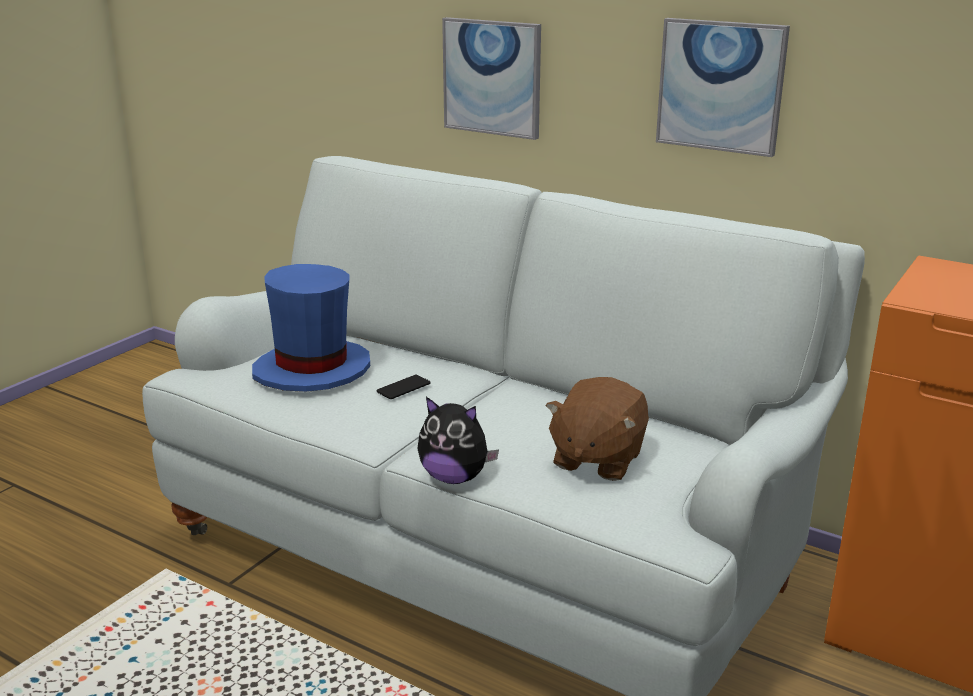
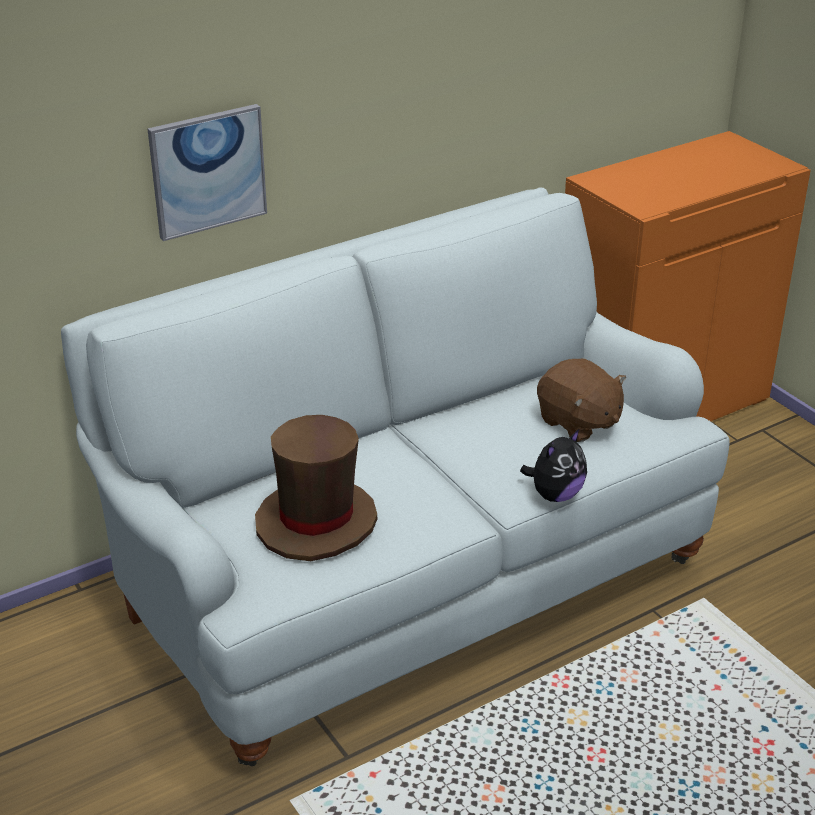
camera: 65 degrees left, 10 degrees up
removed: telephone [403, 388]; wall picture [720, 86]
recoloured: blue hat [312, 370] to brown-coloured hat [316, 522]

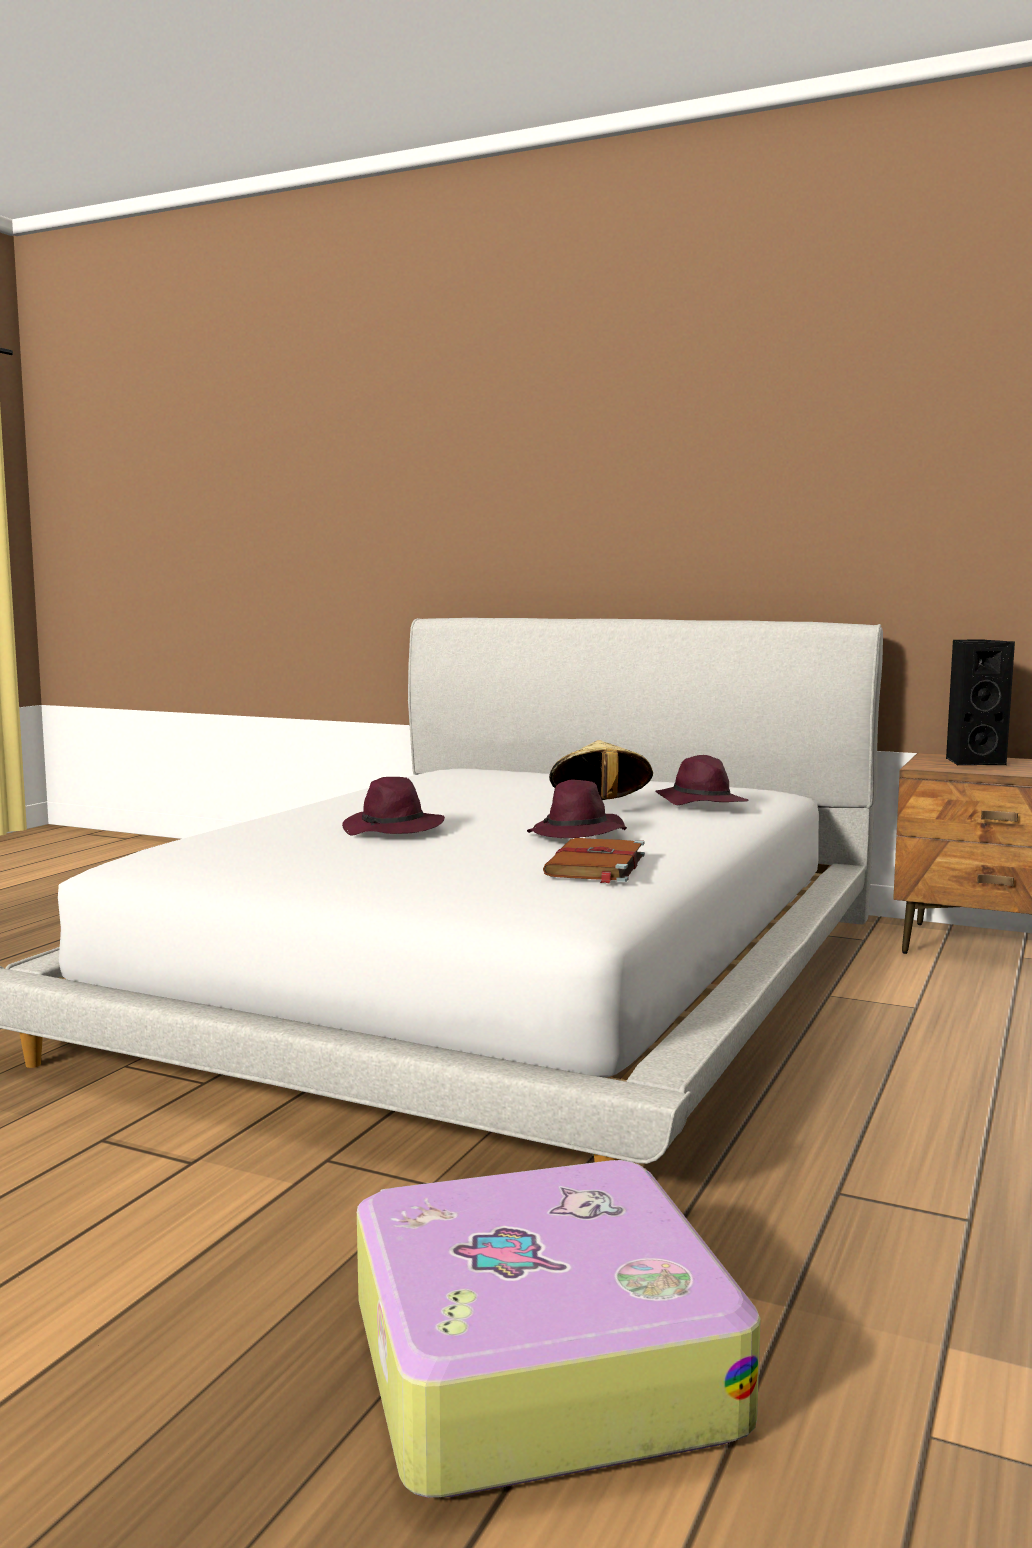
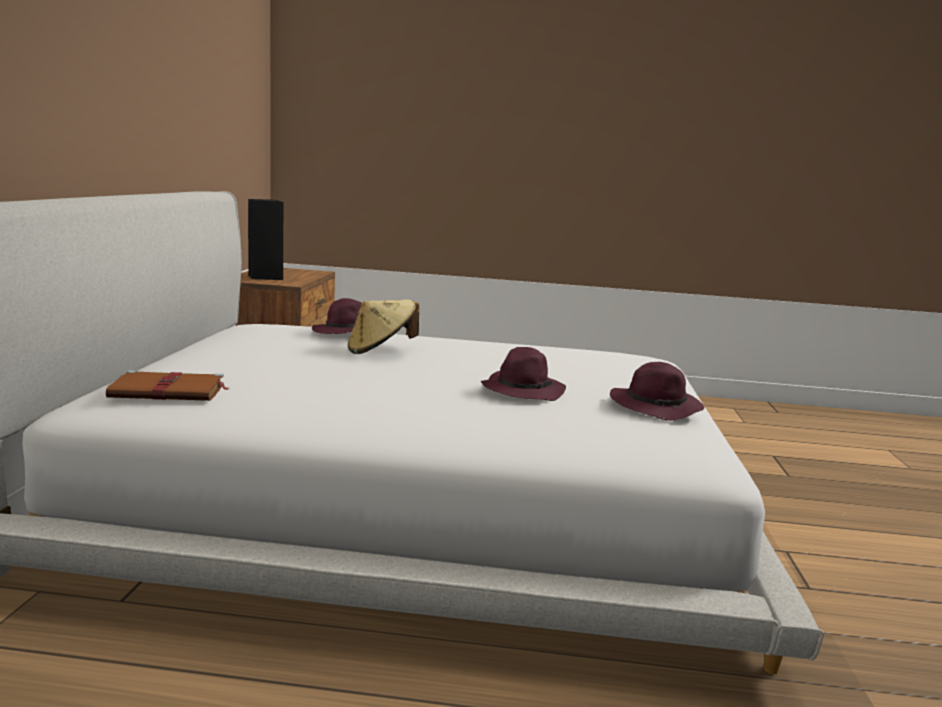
camera: 110 degrees left, 5 degrees up
removed: piece of luggage [537, 1362]
moved: purple hat [577, 834] to [657, 407]; brown-coloured bound book [595, 866] to [170, 391]

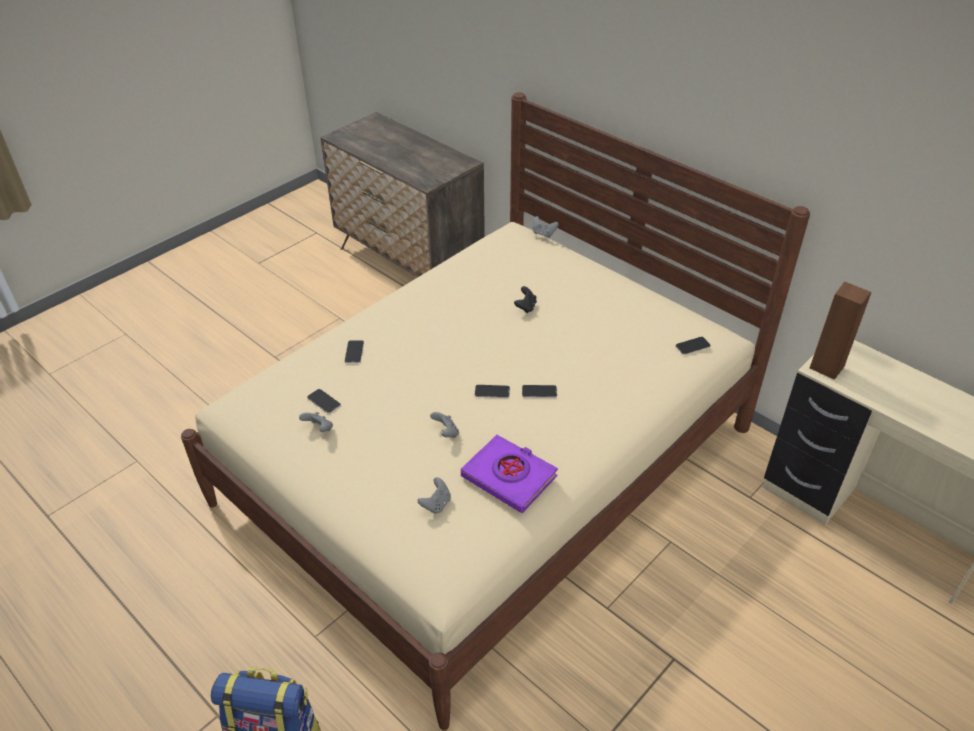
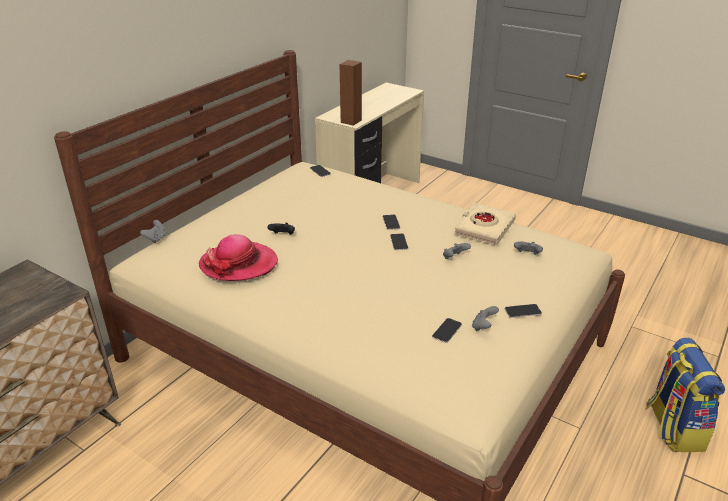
camera: 100 degrees left, 10 degrees down
added: hat [239, 264]
moved: telephone [354, 352] to [523, 311]
recoloured: purple bound book [509, 477] to beige bound book [484, 228]

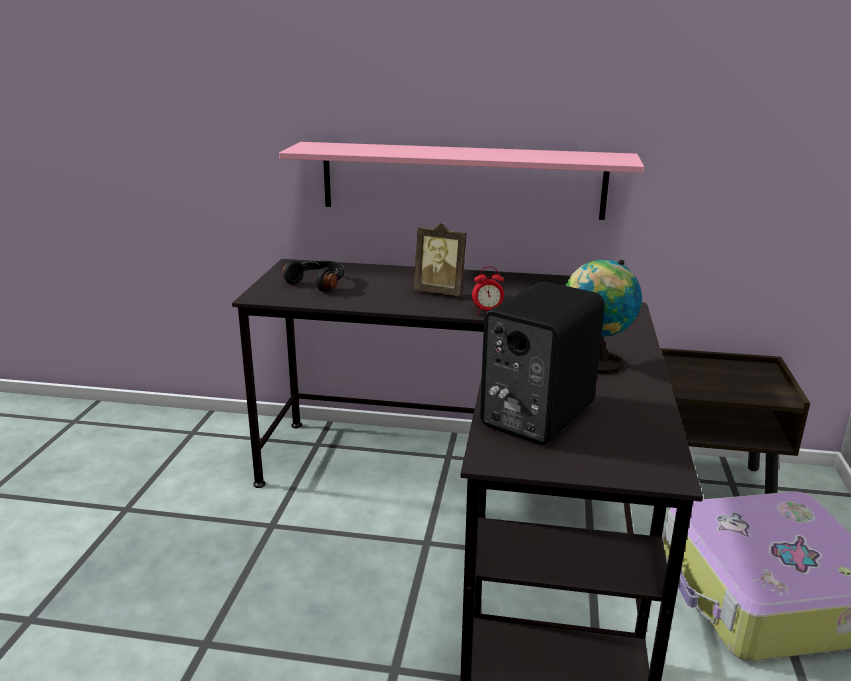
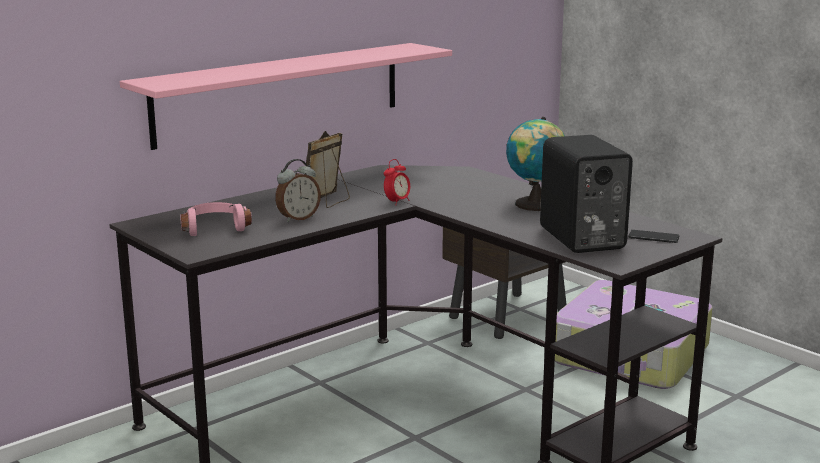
camera: 50 degrees left, 5 degrees down
added: alarm clock [298, 218]; telephone [653, 237]
recoloured: black-coloured headphones [319, 283] to pink headphones [214, 227]
turned: picture frame [441, 292] = [328, 201] 150 degrees clockwise

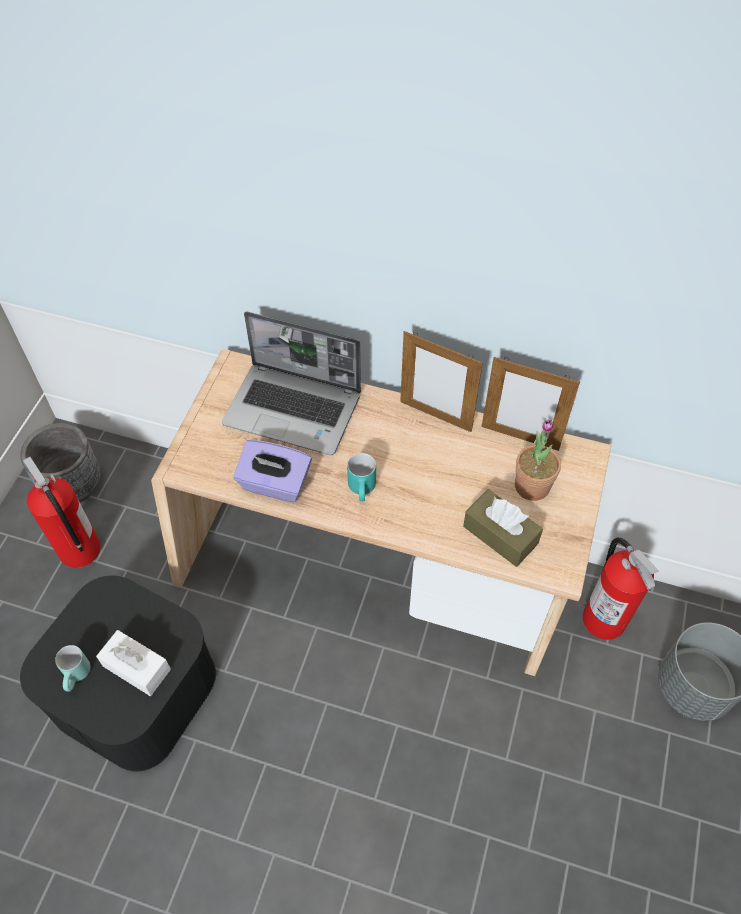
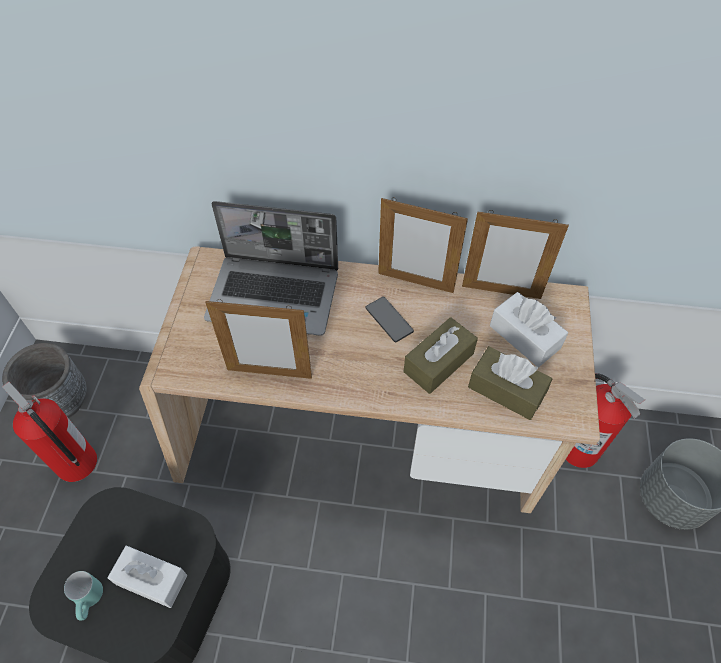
camera: 10 degrees left, 0 degrees up
removed: blue-green coffee mug [364, 490]
added: telephone [389, 320]; brown-coloured tissue holder [438, 362]
replaced: purple tissue holder [274, 484] to picture frame [269, 373]; houseplant [532, 486] to white-coloured tissue holder [524, 337]

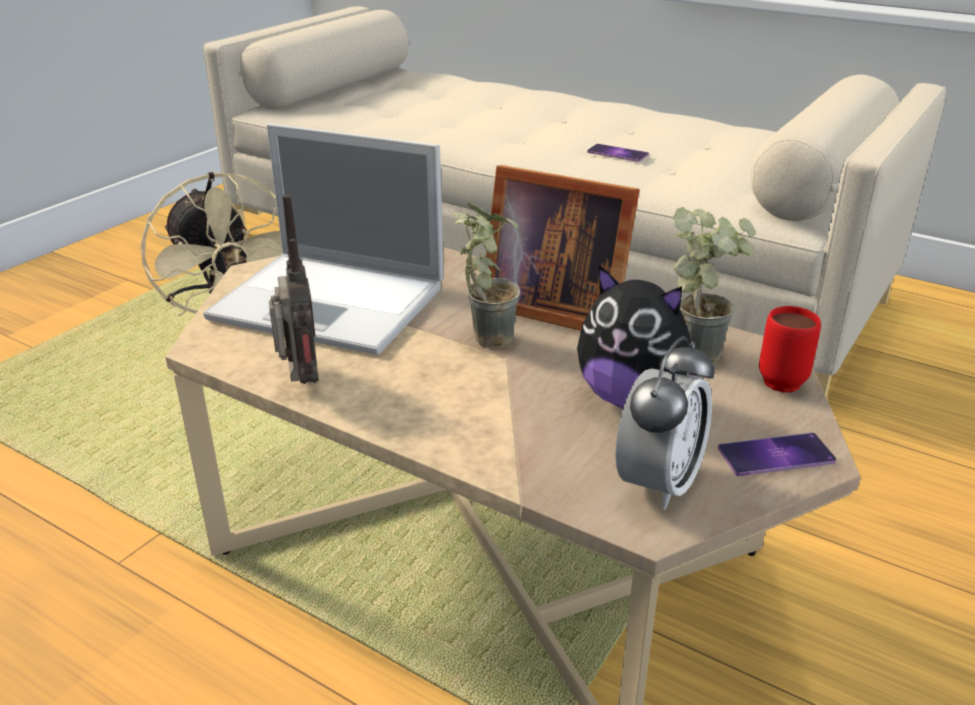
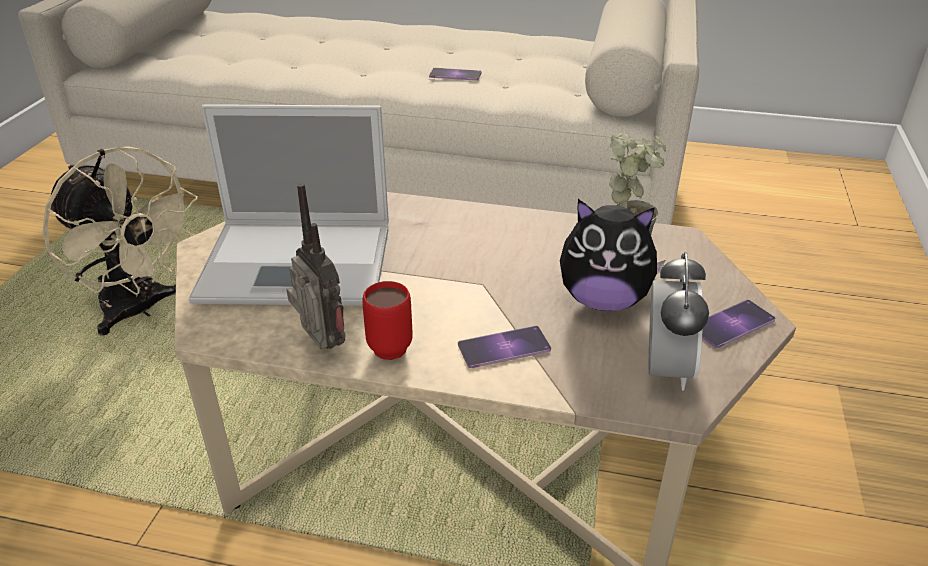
camera: 20 degrees left, 5 degrees up
removed: houseplant [483, 336]; picture frame [552, 307]
added: telephone [504, 347]
moved: reddish coffee mug [779, 378] to [388, 343]

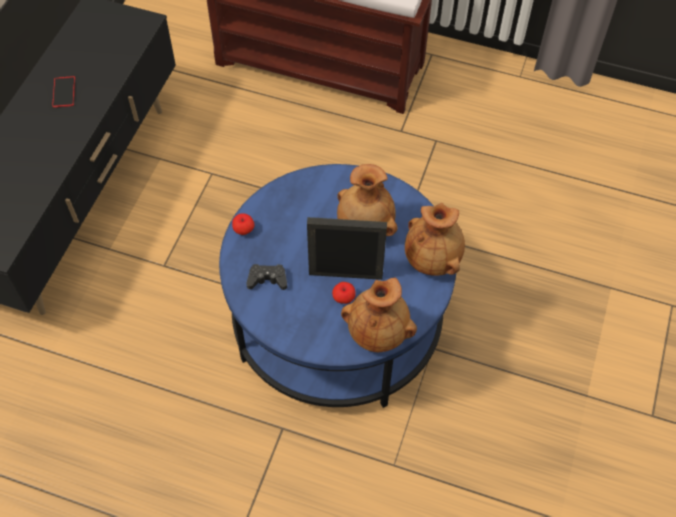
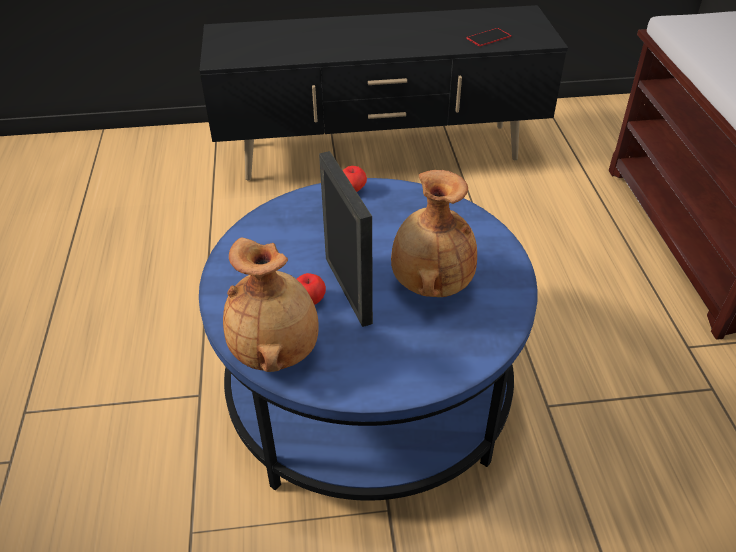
camera: 65 degrees right, 15 degrees down
removed: black-coloured gamepad [267, 279]; brown-coloured vase [433, 258]
moved: telephone [64, 92] to [488, 37]

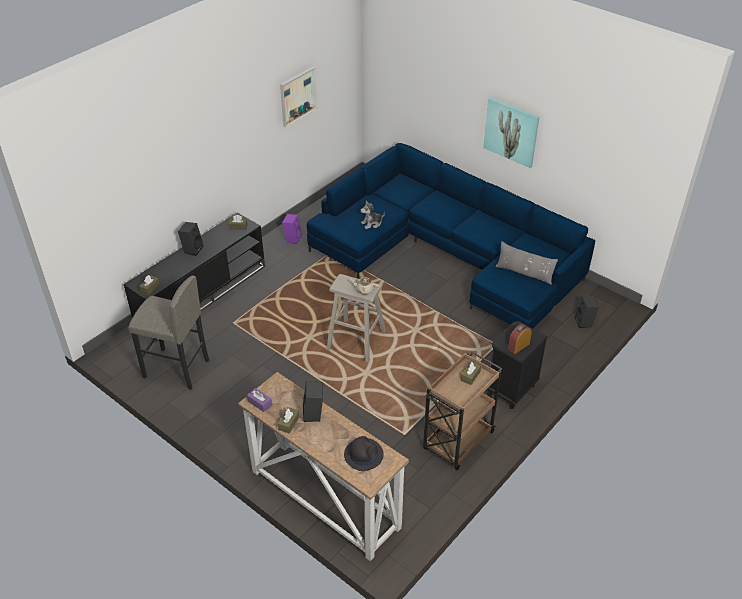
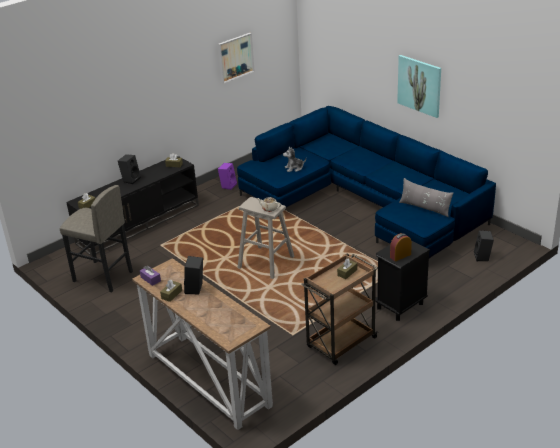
camera: 10 degrees right, 10 degrees down
removed: black-coloured hat [363, 454]

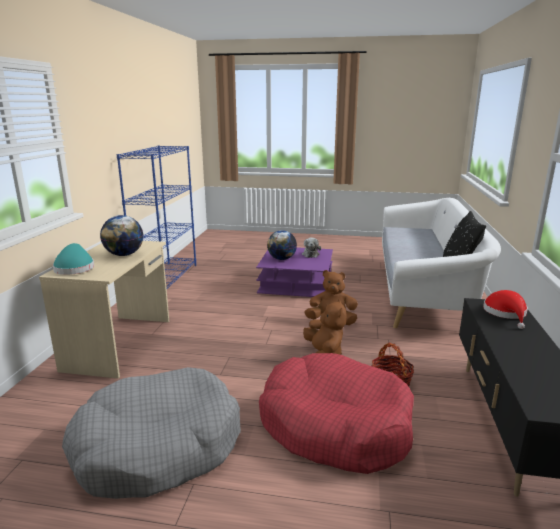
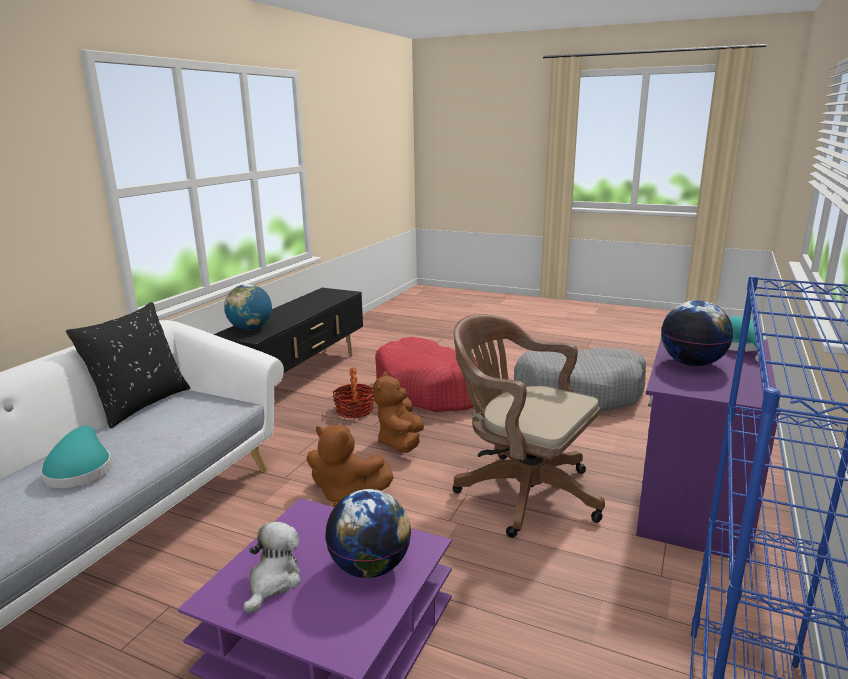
camera: 165 degrees left, 0 degrees up
added: blue-green hat [80, 470]; brown-coloured desk chair [521, 491]
replaced: reddish hat [506, 313] to desk globe [250, 329]
recoloured: beige desk unit [121, 344] to purple desk unit [692, 496]

